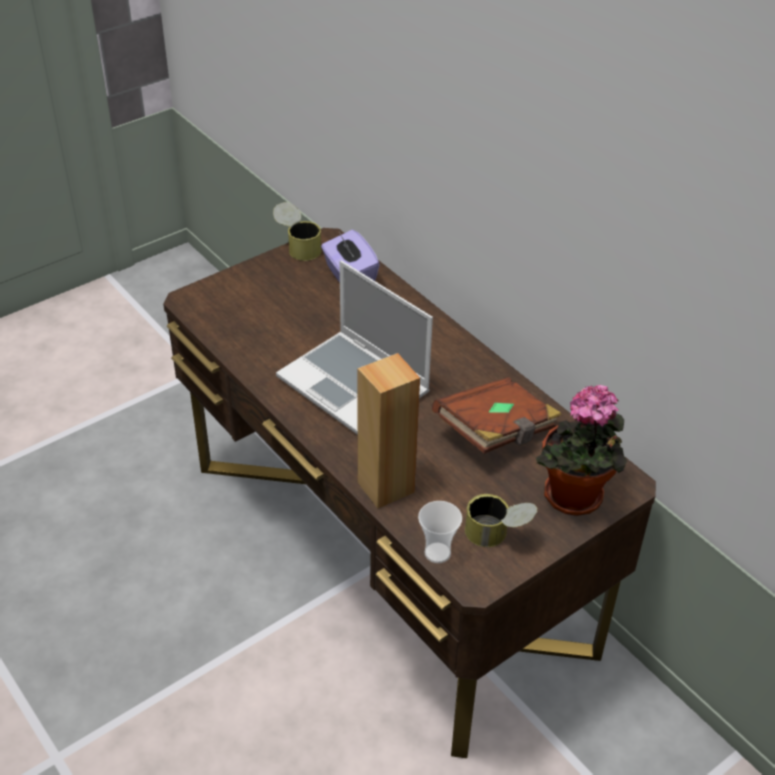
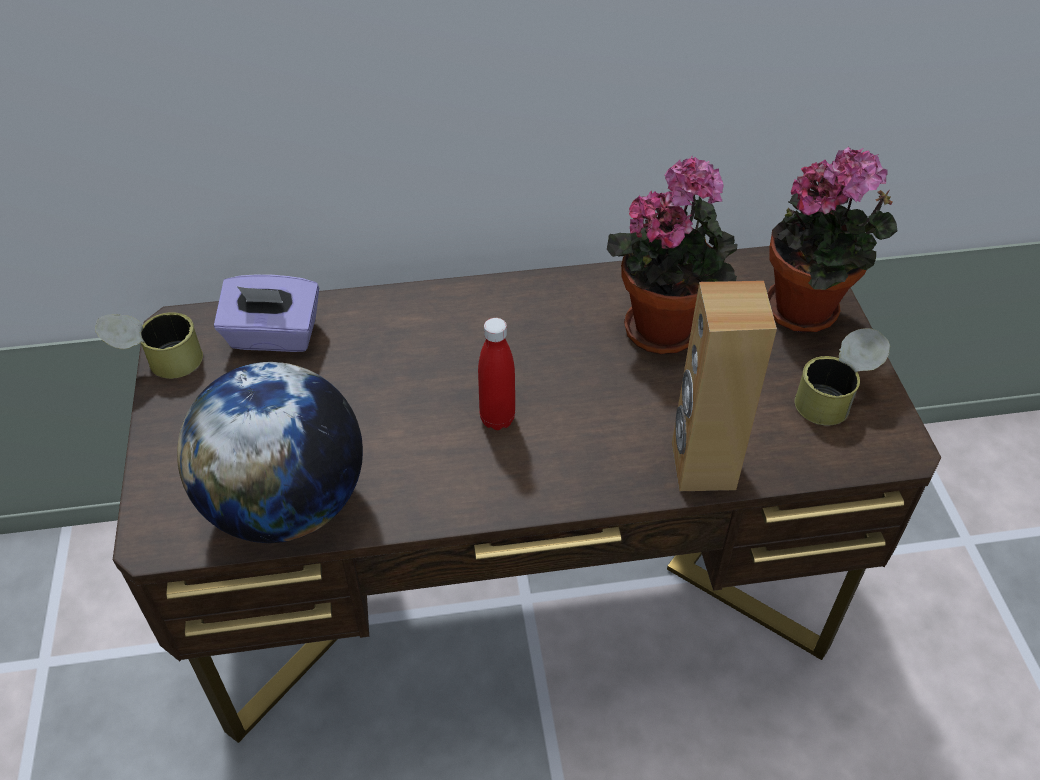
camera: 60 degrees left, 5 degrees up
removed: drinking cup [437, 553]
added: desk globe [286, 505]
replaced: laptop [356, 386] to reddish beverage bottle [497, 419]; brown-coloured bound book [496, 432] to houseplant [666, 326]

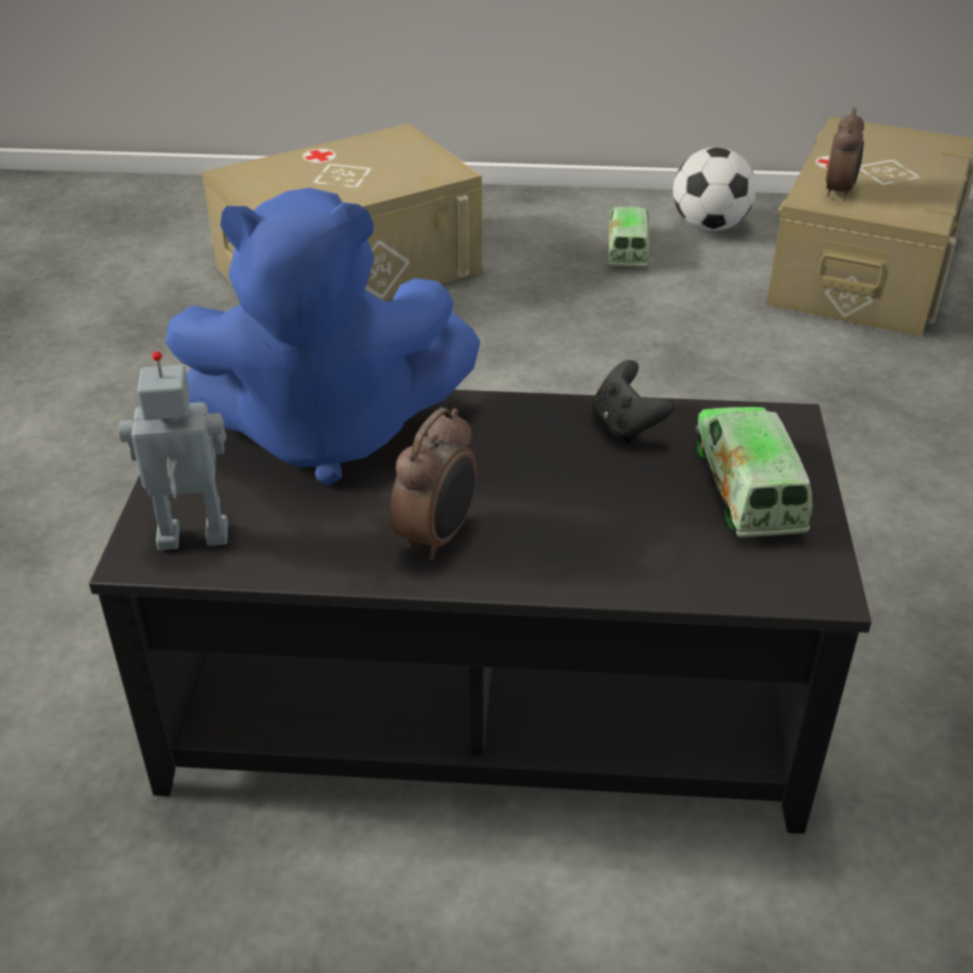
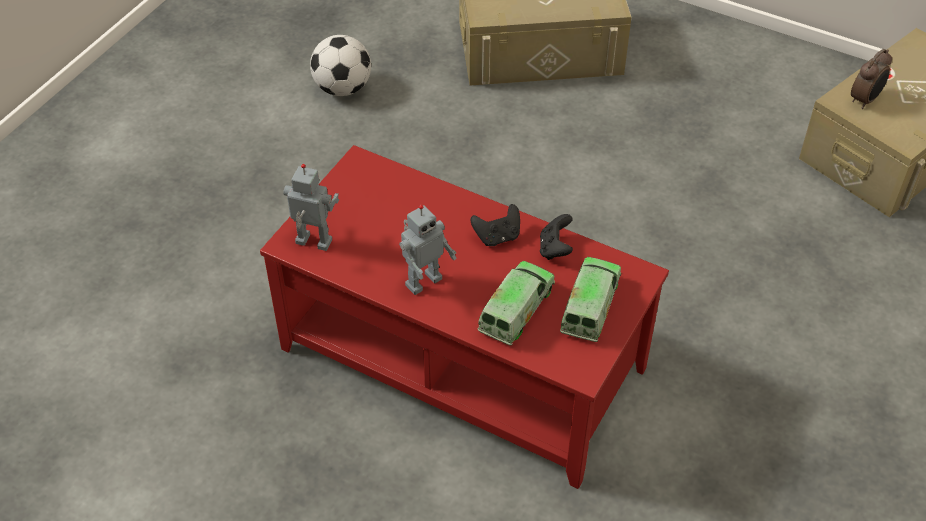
camera: 25 degrees right, 10 degrees up
removed: blue plush toy [327, 432]
added: black-coloured gamepad [497, 237]
moved: model truck [627, 249] to [516, 310]; ball for football [709, 226] to [342, 88]
replaced: alarm clock [438, 537] to model robot [422, 281]
recoloured: black-coloured lounge table [484, 701] to reddish lounge table [461, 361]

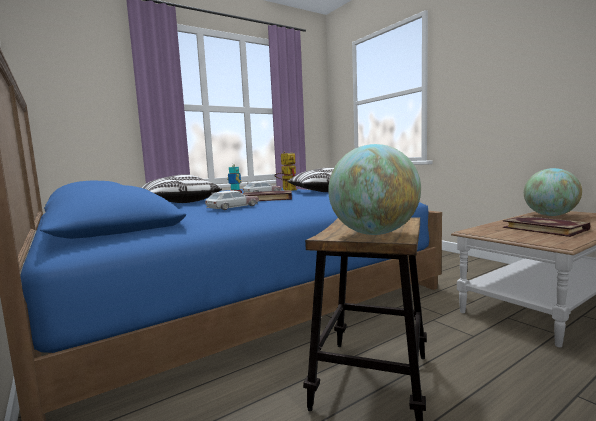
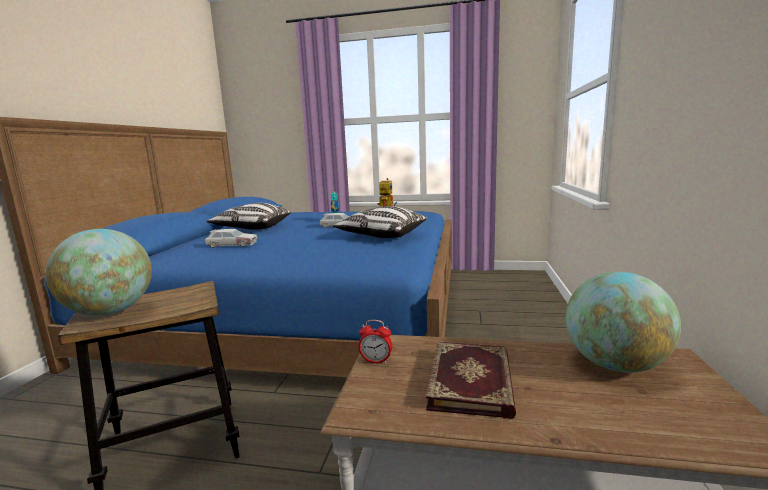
camera: 45 degrees right, 5 degrees up
removed: bound book [267, 198]
added: alarm clock [376, 361]

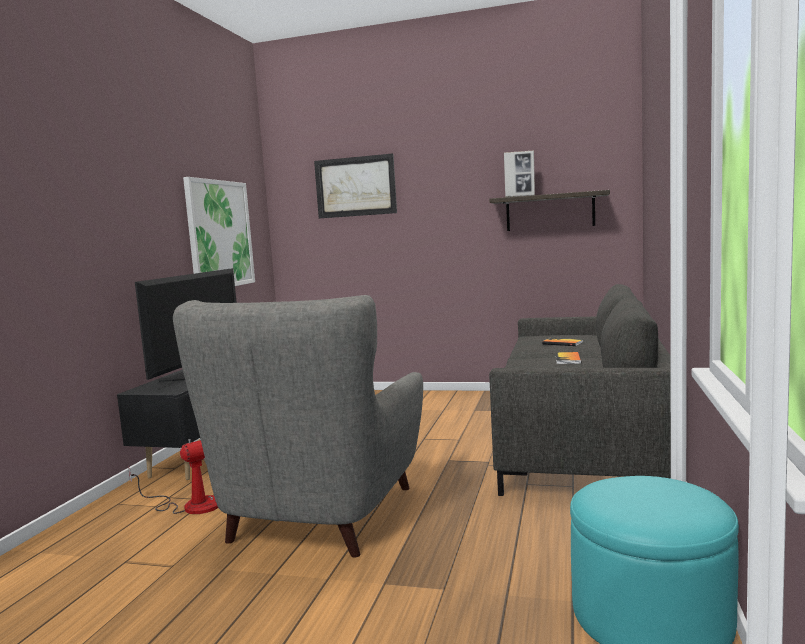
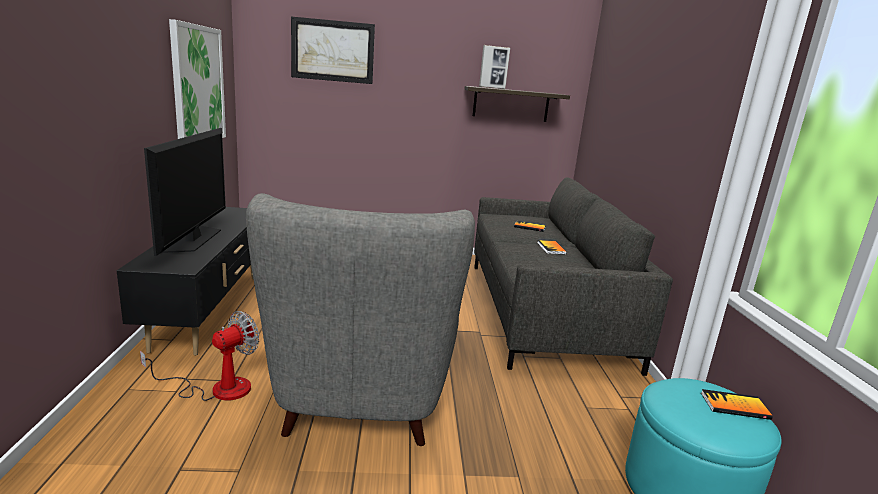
camera: 20 degrees left, 10 degrees up
added: bound book [734, 406]

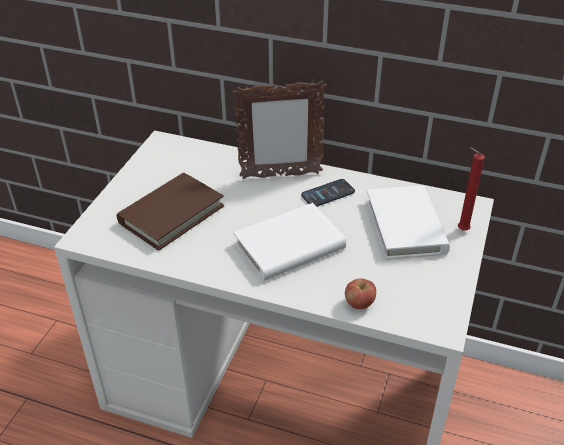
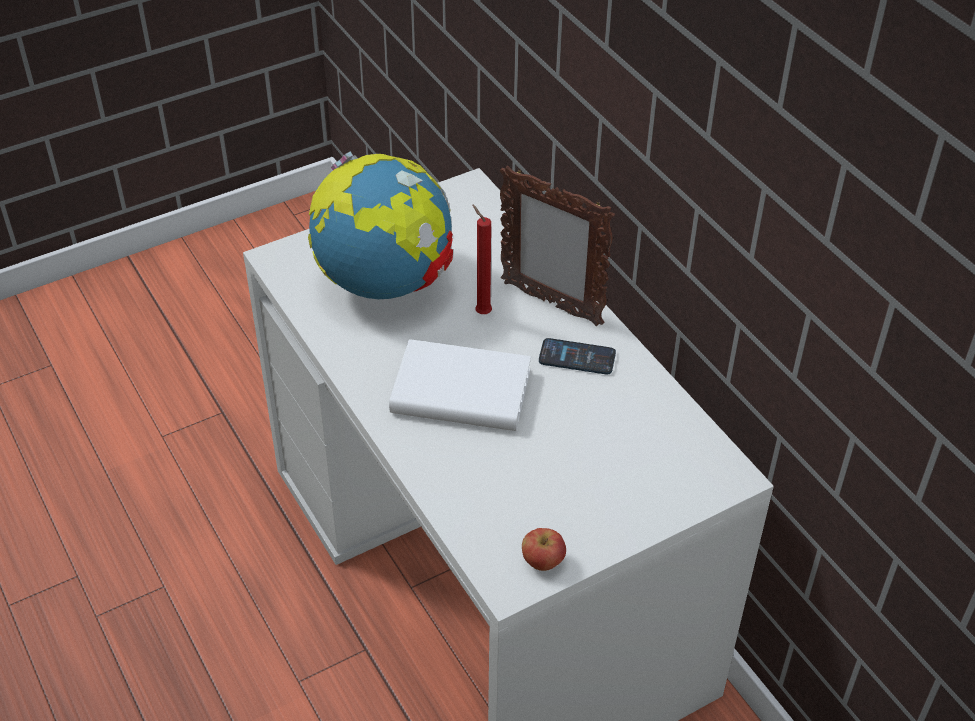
camera: 40 degrees right, 5 degrees up
removed: white-coloured bound book [405, 226]
moved: apple fruit [359, 304] to [542, 561]; reddish candle [461, 230] to [481, 312]
replaced: brown-coloured bound book [171, 214] to desk globe [385, 282]

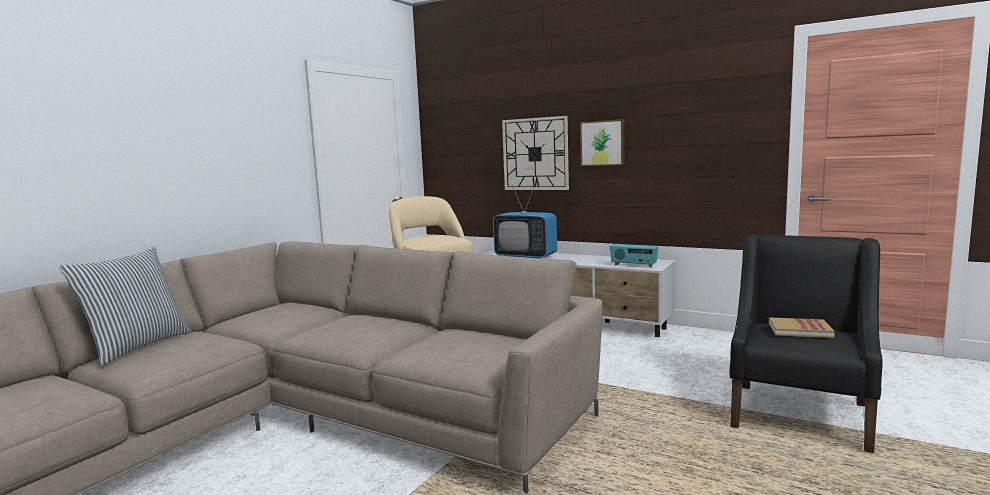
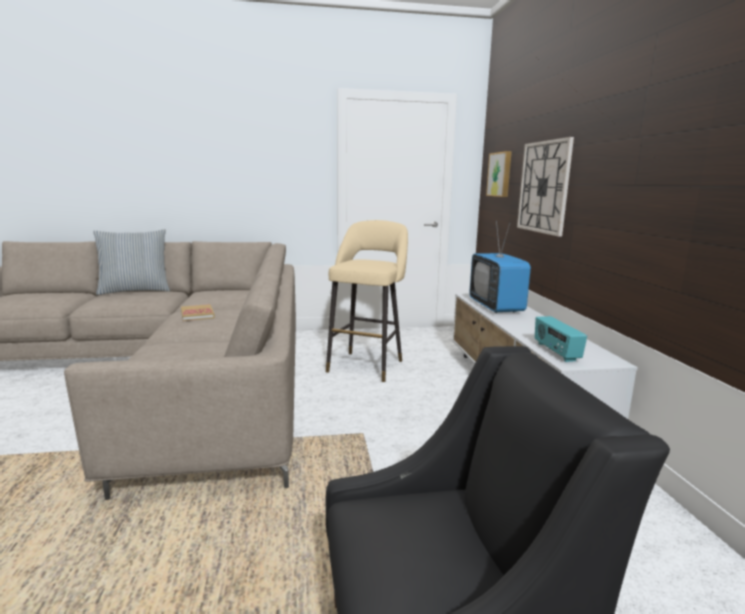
camera: 50 degrees right, 5 degrees up
moved: wall picture [603, 143] to [500, 174]; bound book [799, 330] to [197, 314]

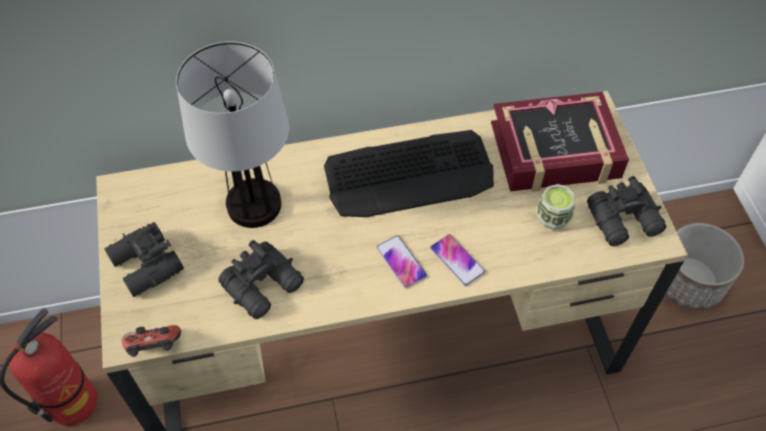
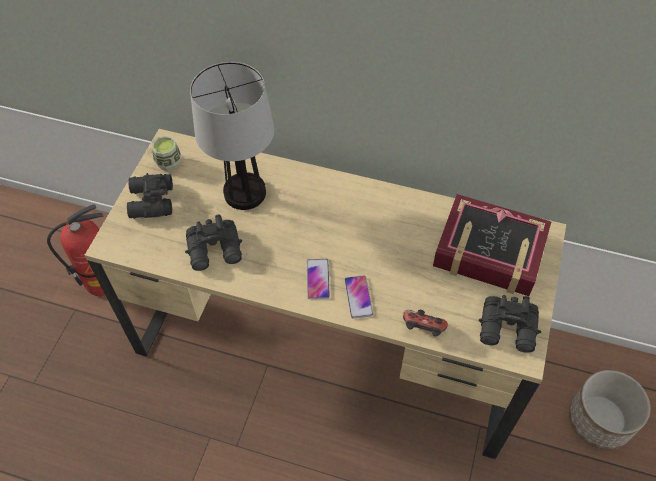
camera: 30 degrees right, 0 degrees up
removed: PC keyboard [410, 175]
moved: gamepad [154, 348] to [423, 329]; drinking cup [552, 218] to [169, 163]

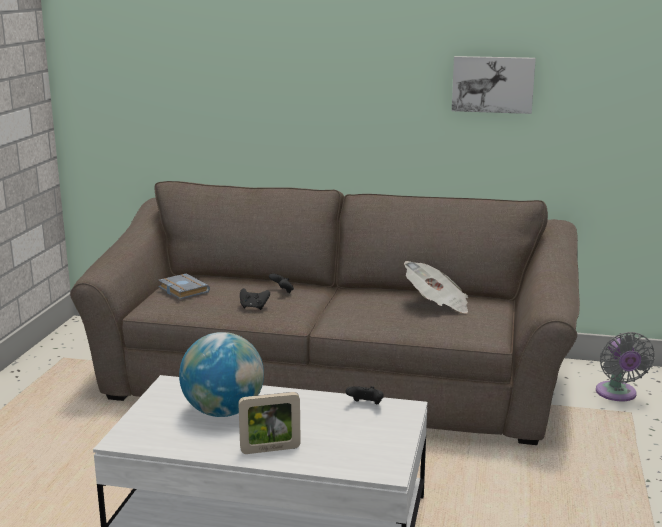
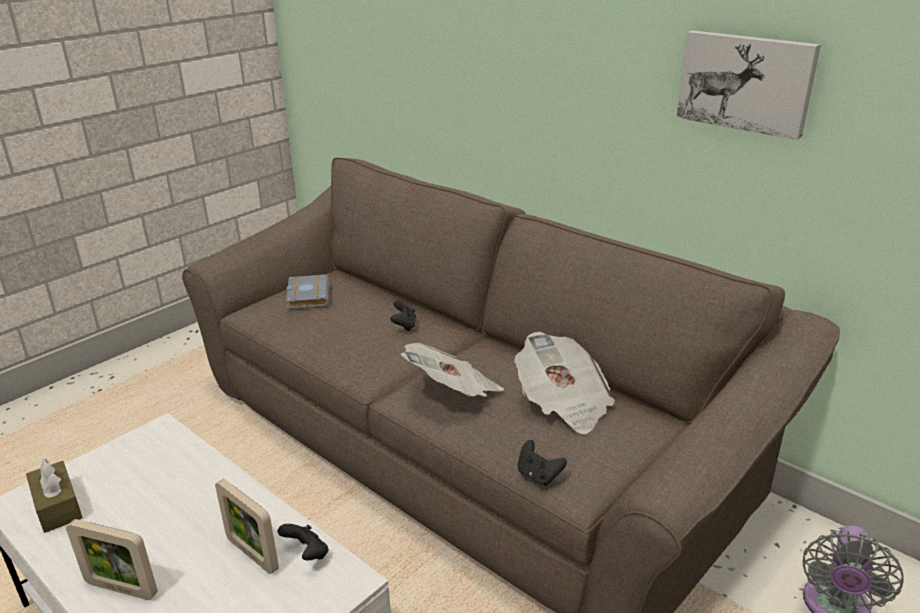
camera: 30 degrees right, 10 degrees up
removed: desk globe [223, 411]
added: brown-coloured tissue holder [57, 506]; picture frame [252, 554]; daily paper [453, 392]
moved: black-coloured gamepad [253, 307] to [538, 476]

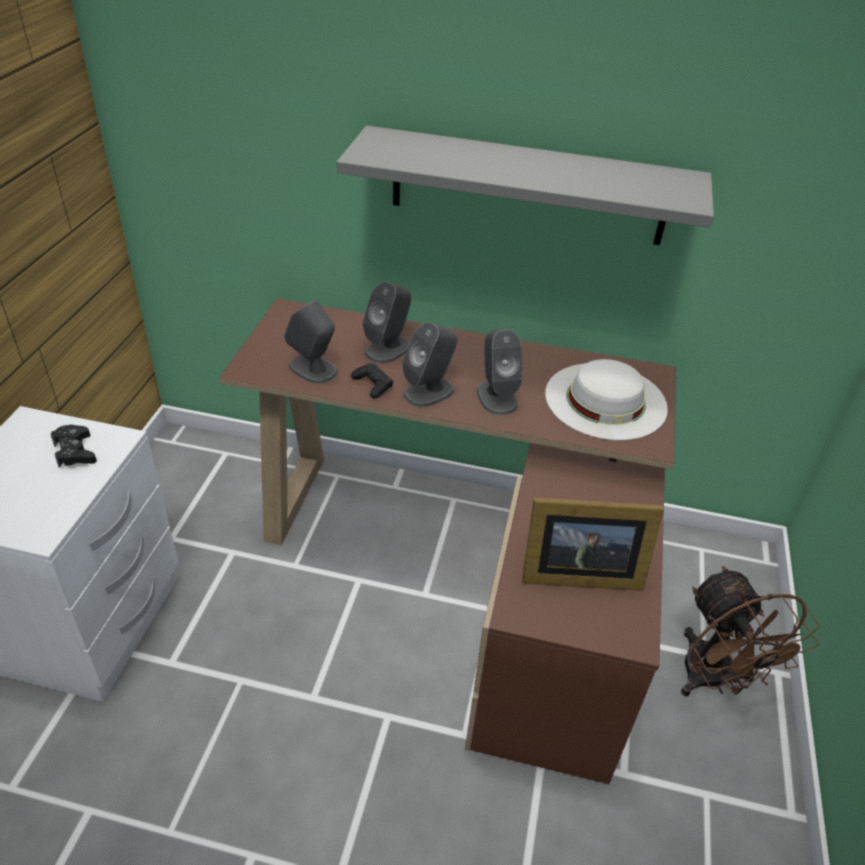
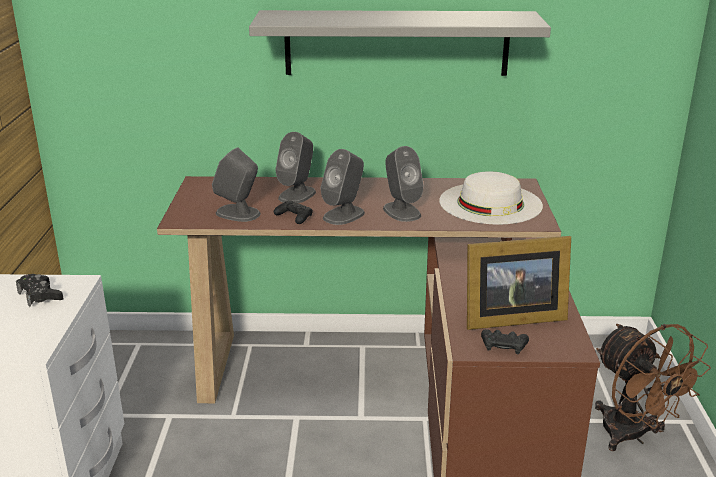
camera: 10 degrees left, 15 degrees down
added: black-coloured gamepad [503, 345]

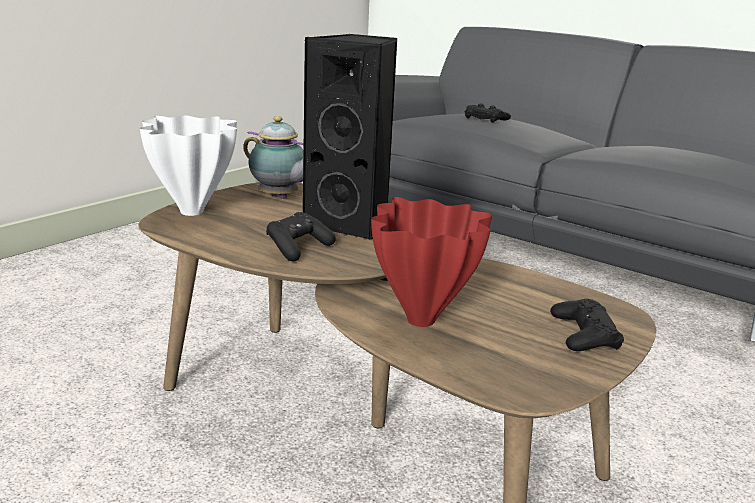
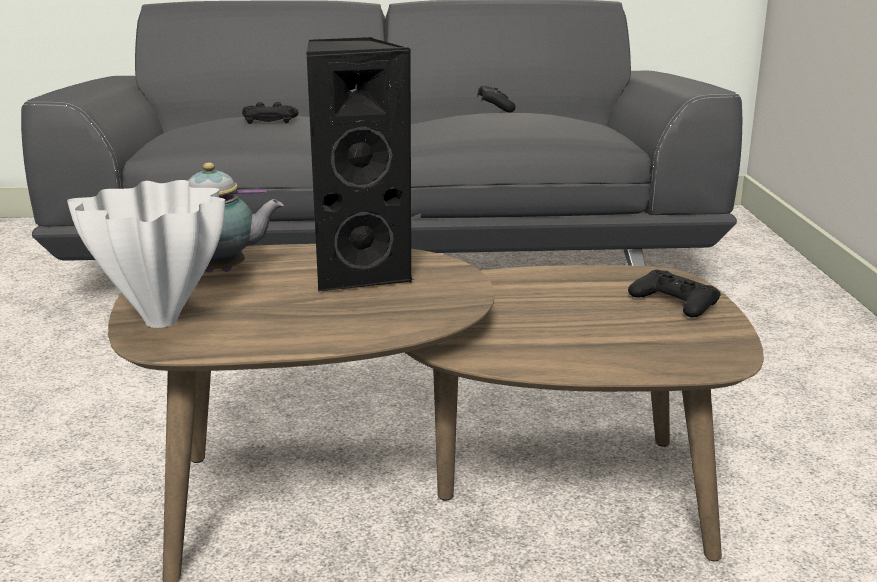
camera: 40 degrees left, 0 degrees up
removed: reddish vase [422, 321]
moved: black-coloured gamepad [298, 248] to [495, 108]

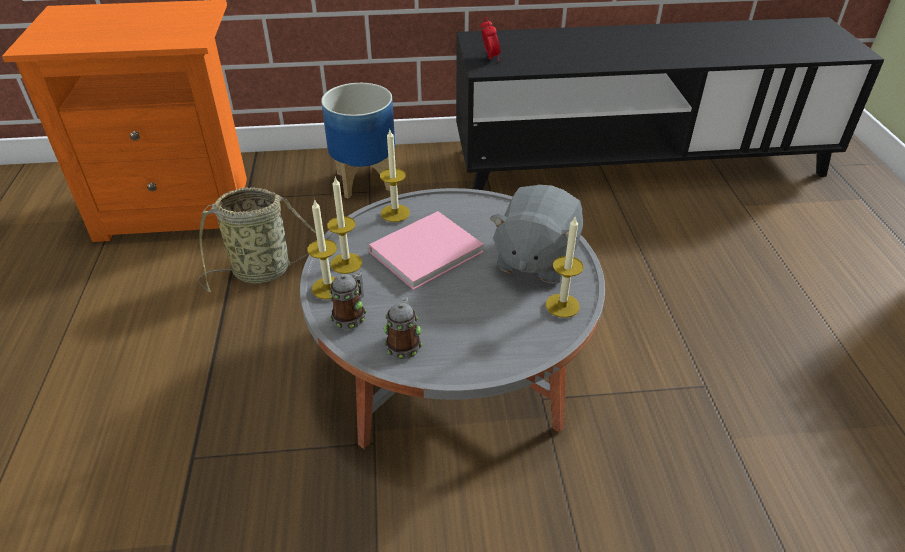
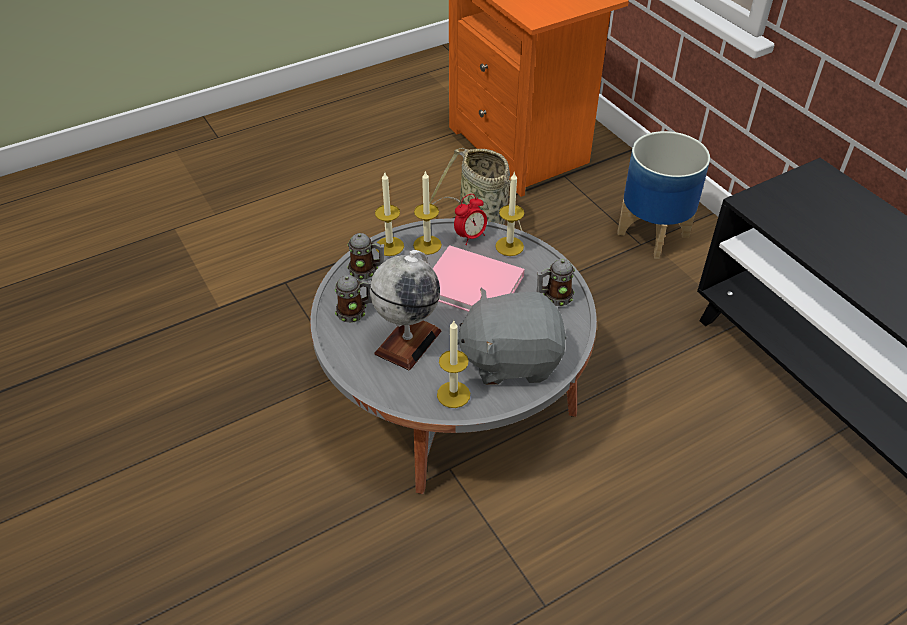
camera: 65 degrees right, 5 degrees up
added: desk globe [408, 342]; coffee mug [554, 297]
moved: alarm clock [490, 58] to [470, 236]

